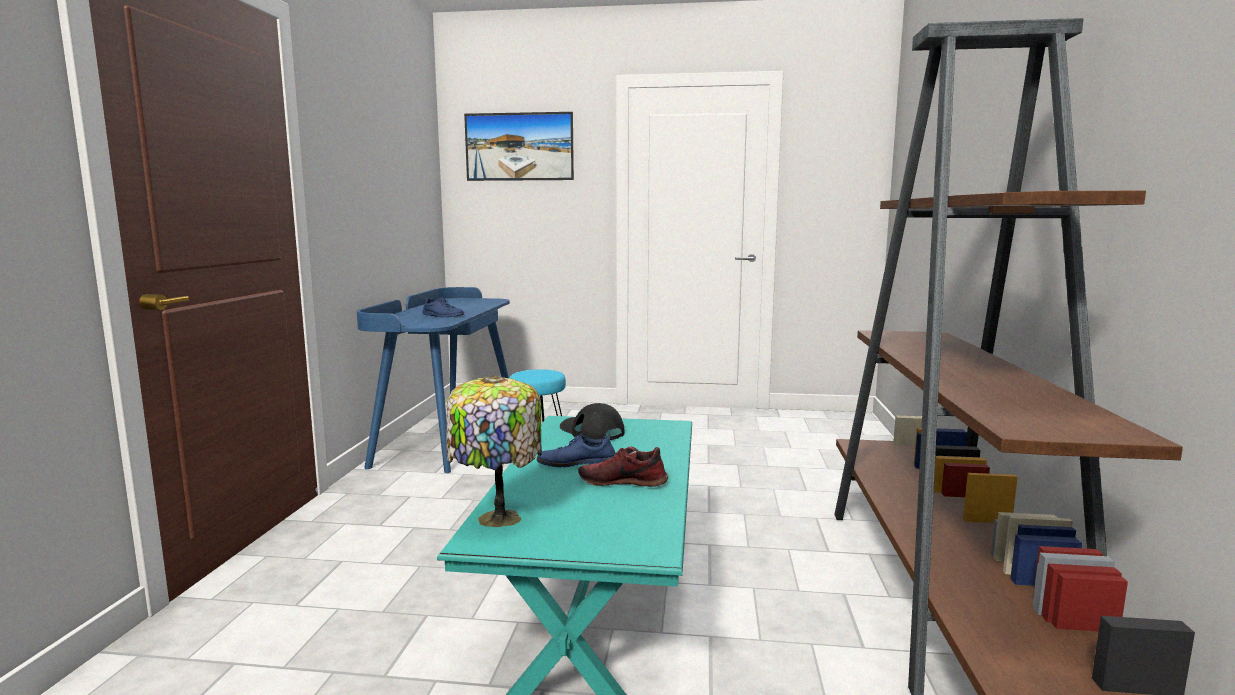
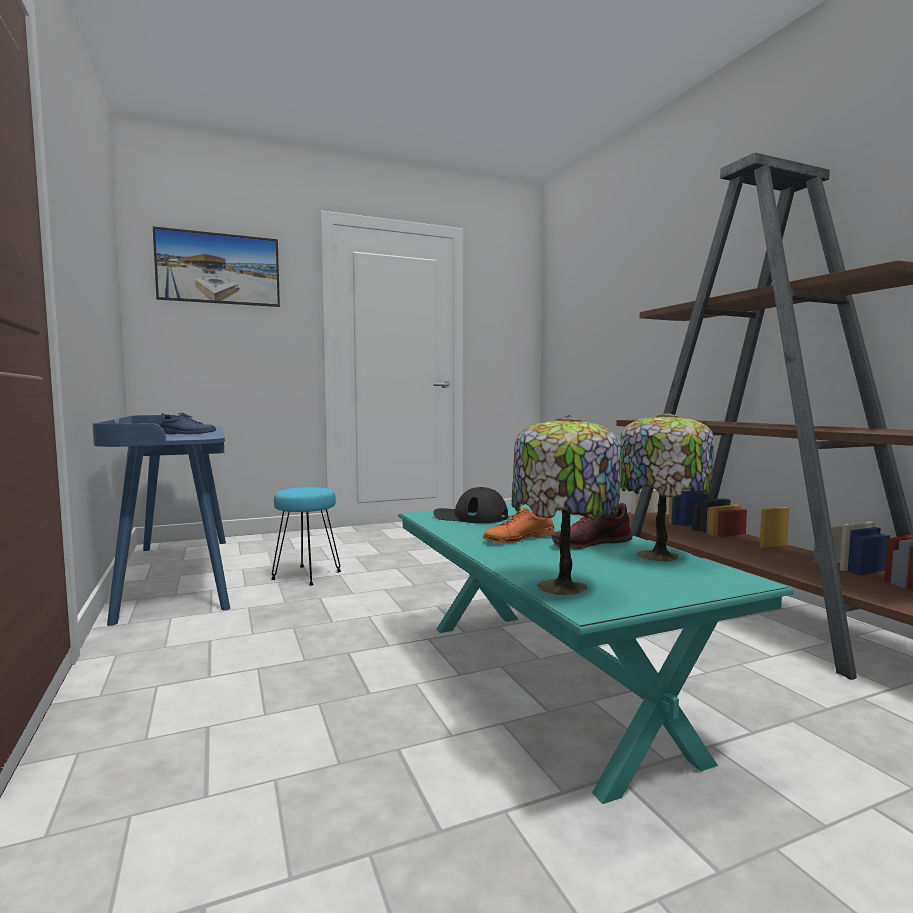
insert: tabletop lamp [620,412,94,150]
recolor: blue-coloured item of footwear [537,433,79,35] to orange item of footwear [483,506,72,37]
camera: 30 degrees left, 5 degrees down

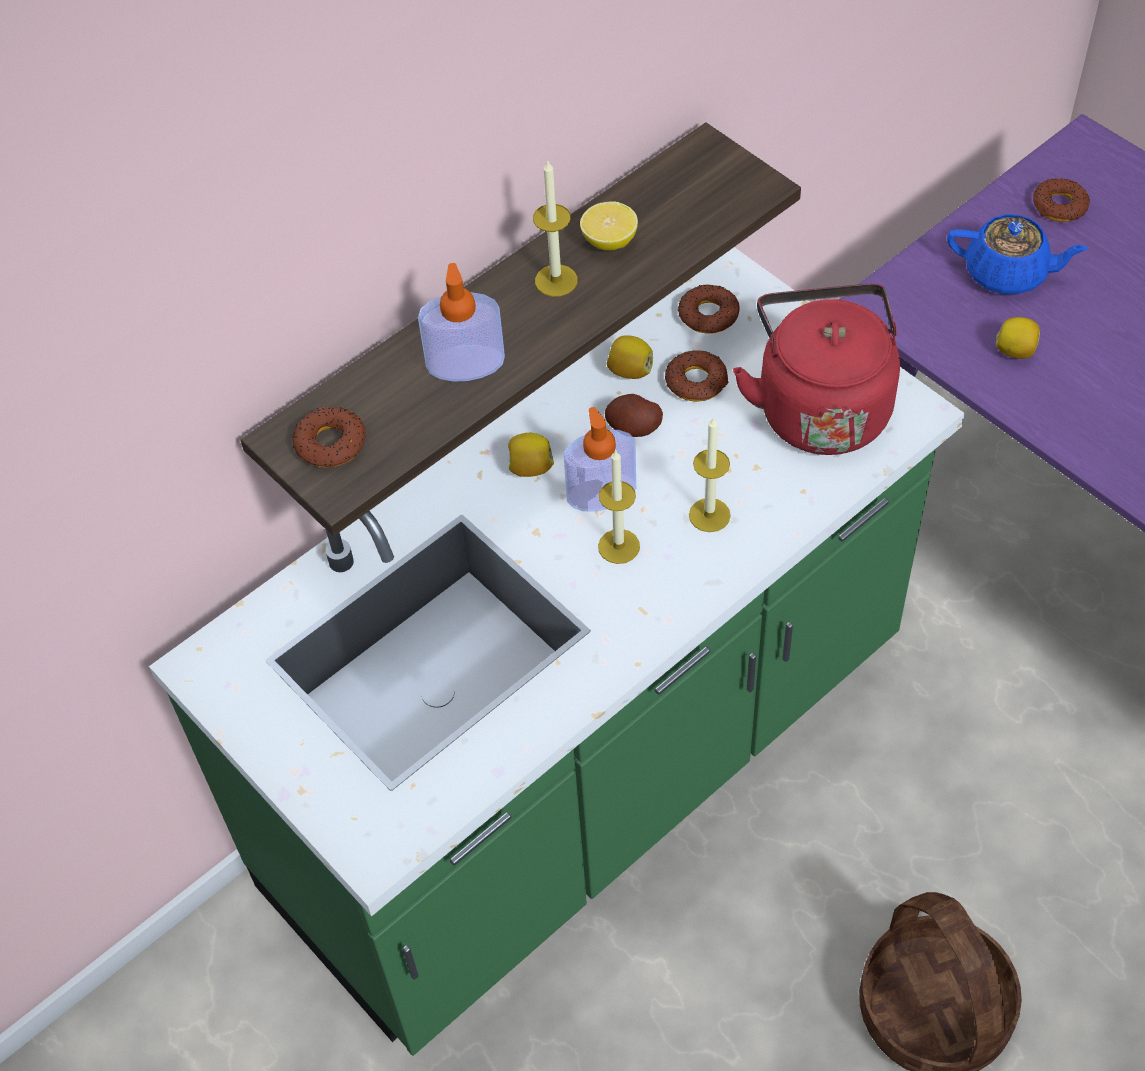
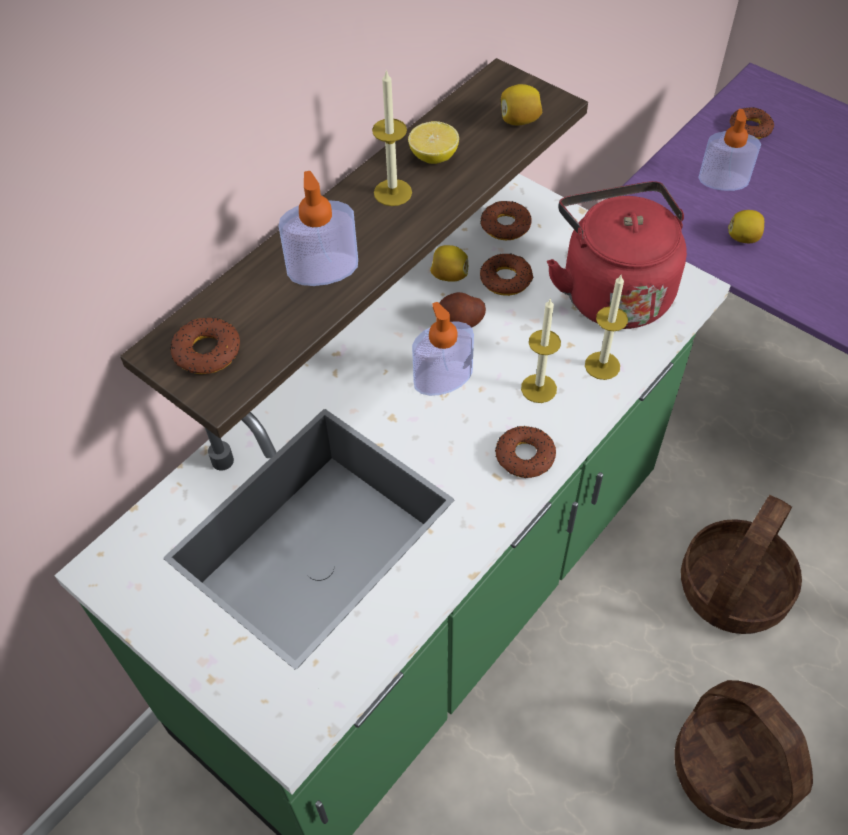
insert: donut [495,426,61,52]; basket [681,495,121,139]
move: citrus fruit [508,433,46,44] to [501,84,42,41]; wax candle [598,450,42,114] to [585,275,43,105]
replace: blue-coloured tea pot [947,214,141,80] to soap bottle [698,109,63,82]
camera: 10 degrees left, 0 degrees up

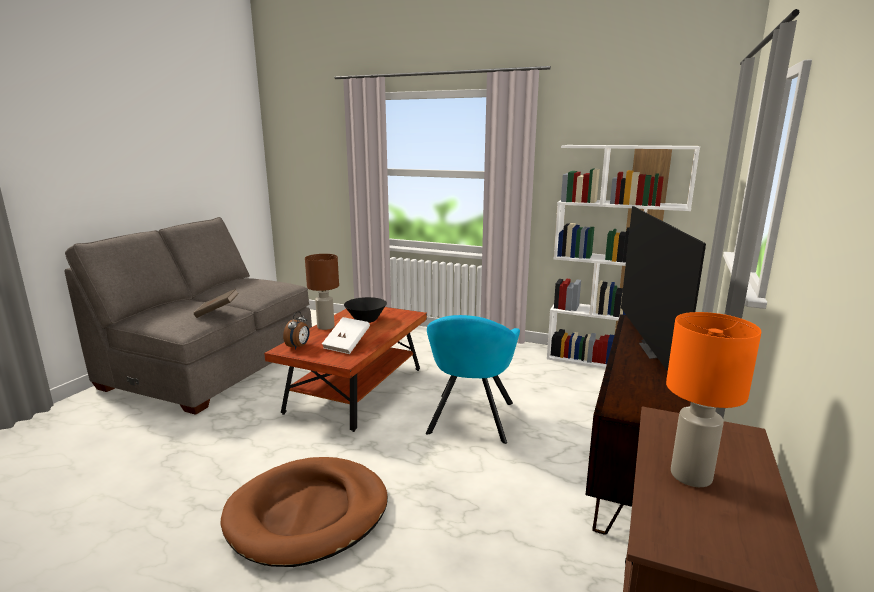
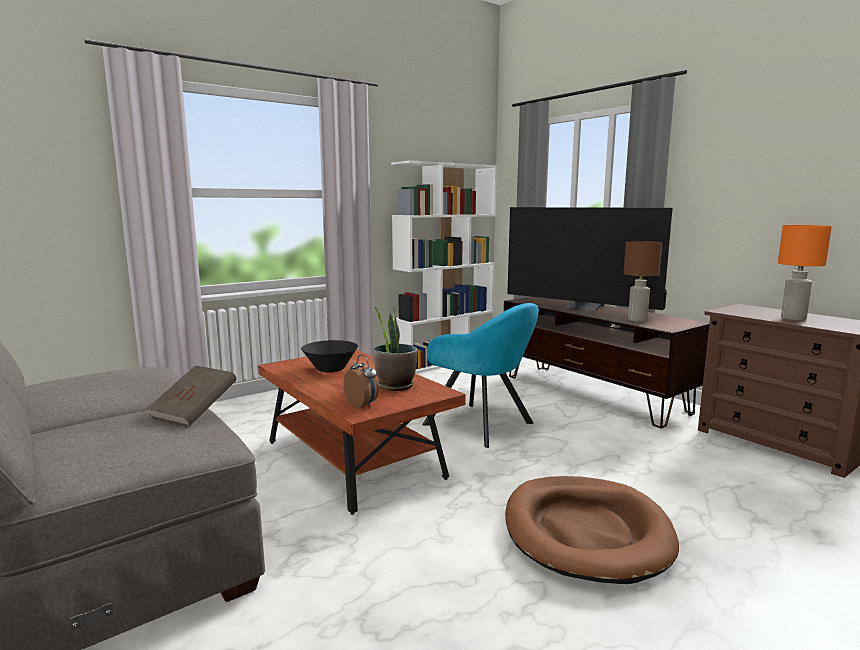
move: brown tabletop lamp [305,254,34,76] to [623,241,39,81]
replace: white volume [322,317,48,37] to houseplant [373,307,45,84]
camera: 60 degrees left, 5 degrees down

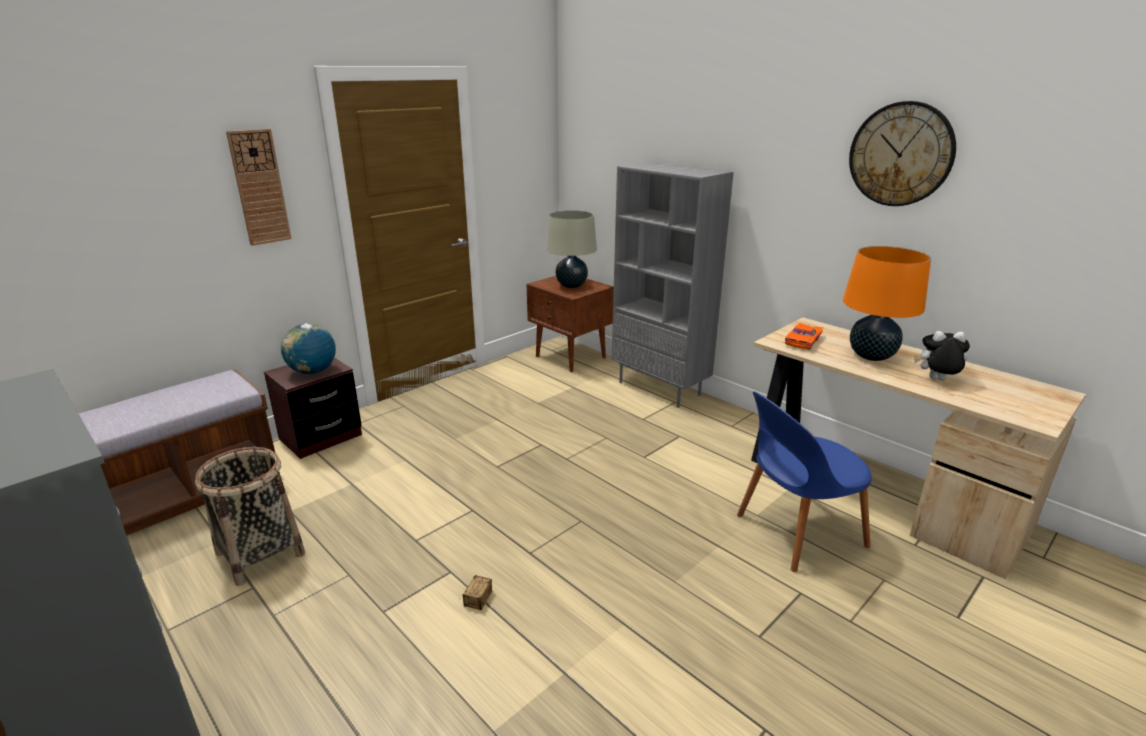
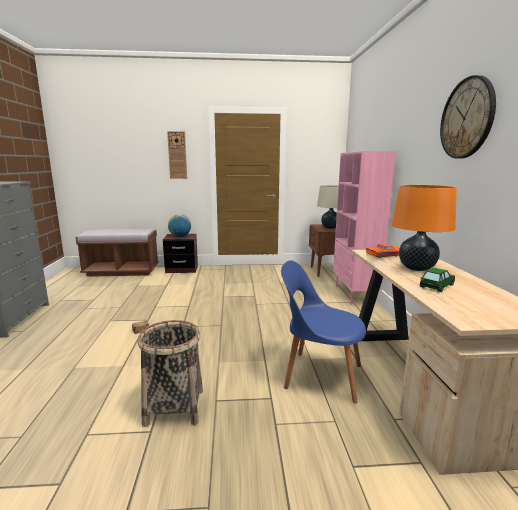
move: basket [195,447,110,139] to [138,320,65,107]
replace: soft toy [914,331,56,49] to miniature car [420,268,35,24]
recolor: greyish bookshelf [612,161,121,247] to pinkish bookshelf [333,151,63,154]
camera: 40 degrees right, 10 degrees down

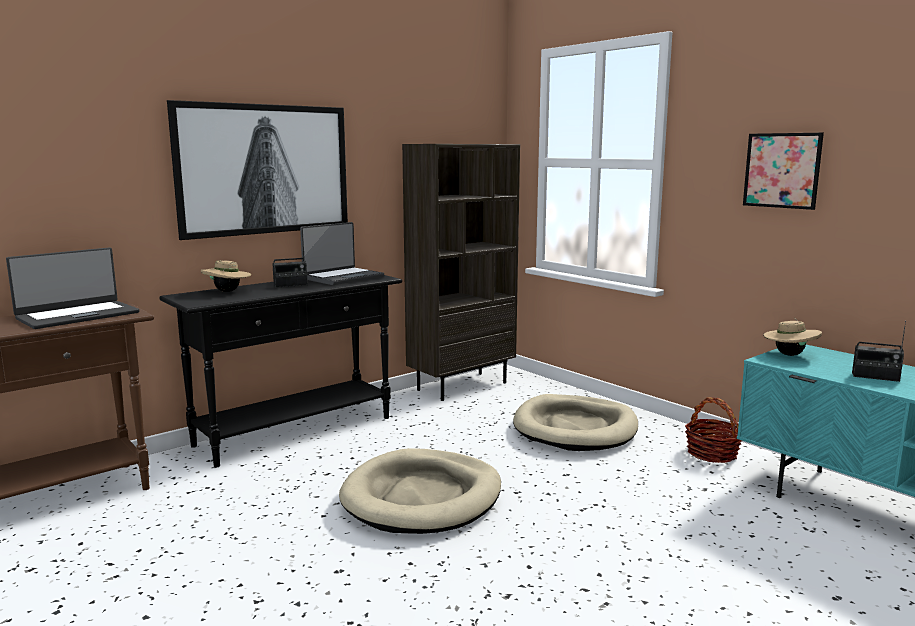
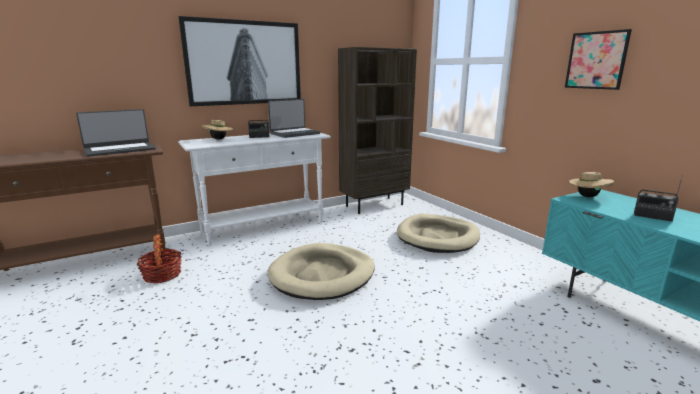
move: basket [685,397,57,66] to [137,234,45,49]
recolor: black-coloured narrow table [159,275,243,193] to white narrow table [178,133,153,113]
camera: 10 degrees right, 5 degrees up

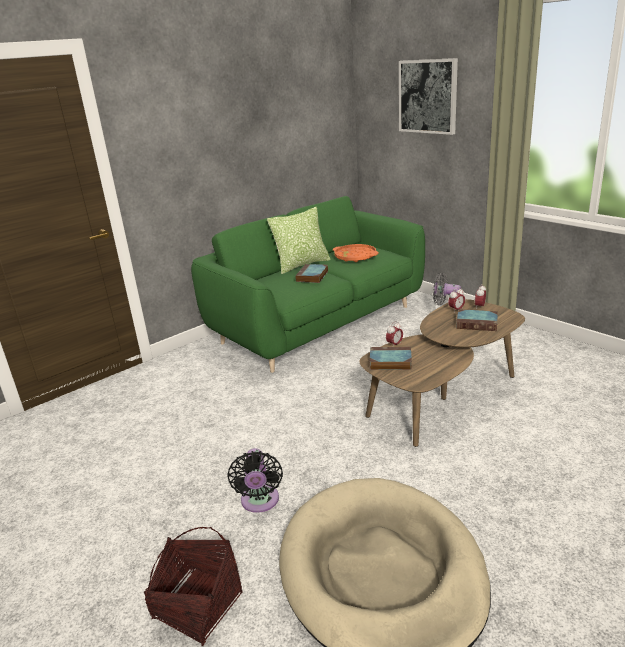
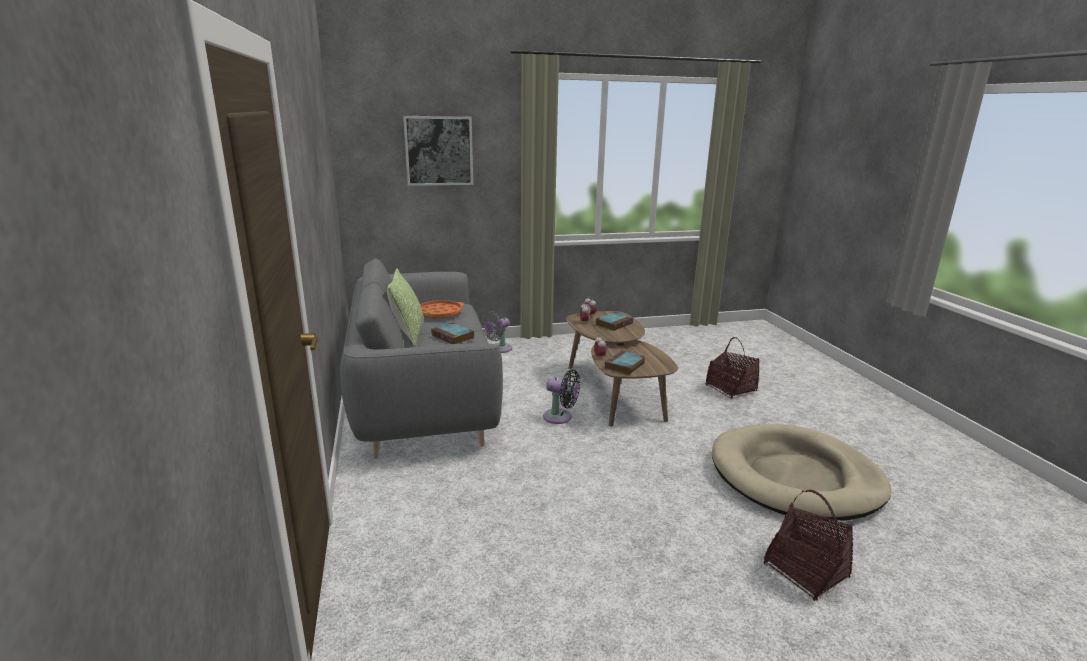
insert: basket [706,337,53,62]
move: black-coloured electric fan [227,448,56,65] to [543,370,37,54]
recolor: greenish couch [191,196,234,177] to greyish couch [340,258,163,201]
camera: 65 degrees left, 5 degrees down

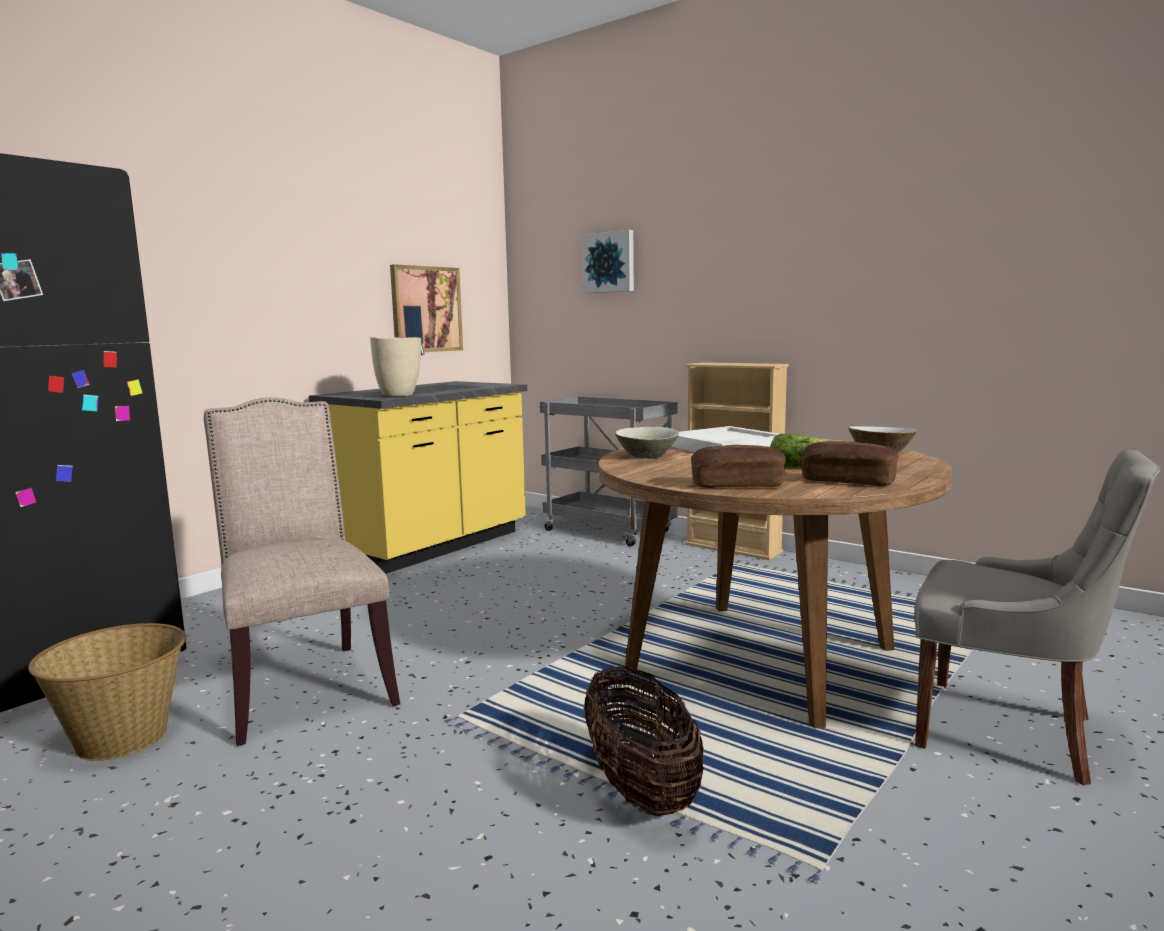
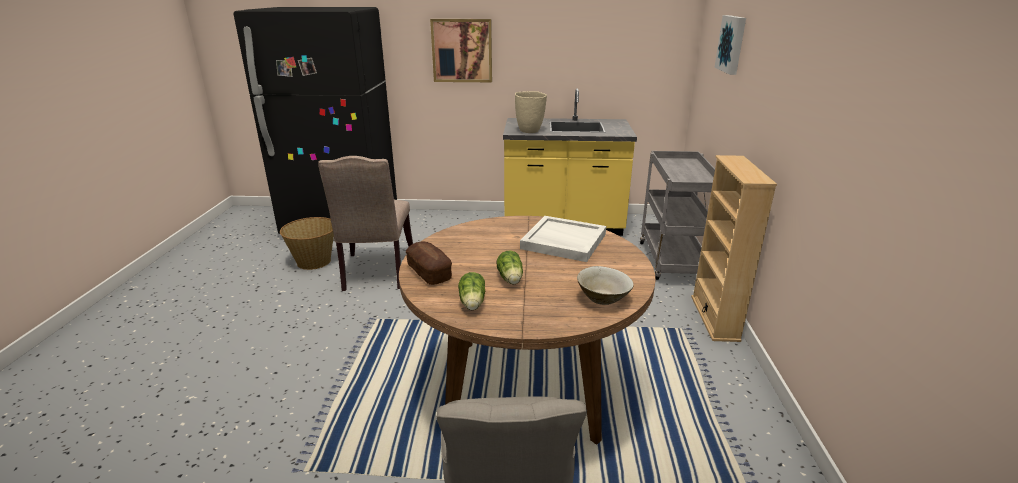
delete: beige deep dish [615,427,64,32]; basket [584,667,120,149]
move: wall art [390,264,73,88] to [430,19,62,63]
replace: baked bread [801,441,97,45] to lettuce [458,272,27,38]
rotate: beige chair [203,397,197,349] = [318,156,95,135] 150 degrees clockwise
camera: 55 degrees right, 15 degrees up

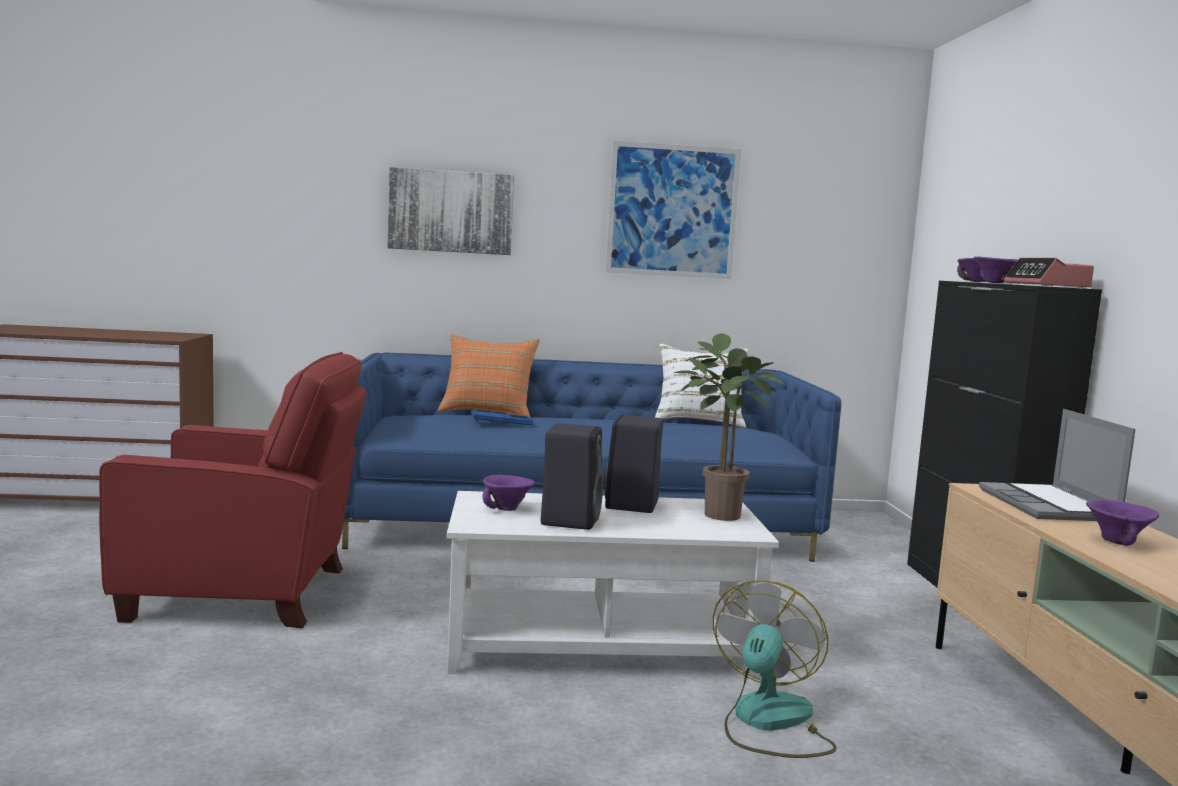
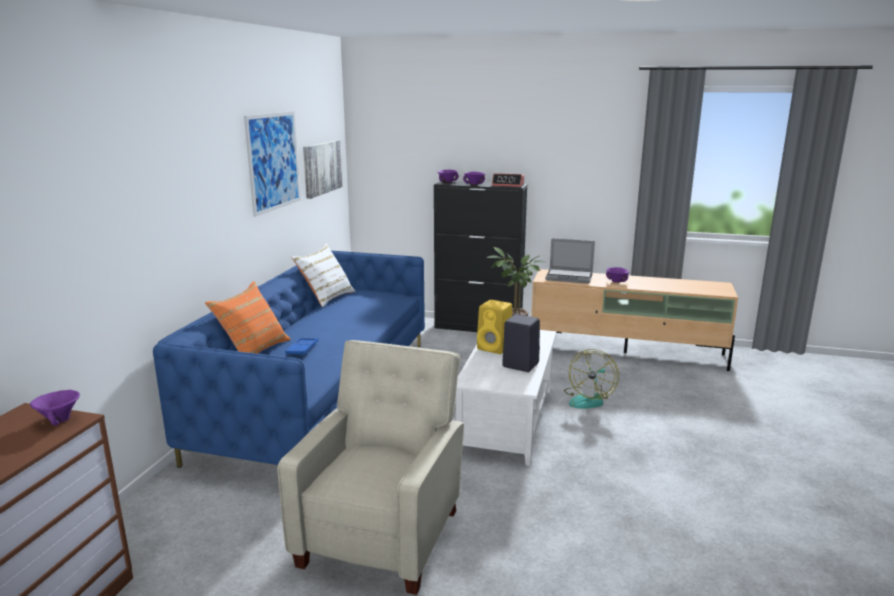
move: wall art [387,167,127,88] to [303,140,40,59]; purplish deep dish [482,475,53,36] to [30,390,50,36]
recolor: reddish lounge chair [99,352,268,276] to beige lounge chair [278,340,186,255]; black-coloured audio speaker [605,415,58,98] to yellowish audio speaker [477,300,35,54]
rotate: electric fan [713,580,124,178] = [564,349,55,60] 105 degrees counterclockwise
camera: 70 degrees left, 10 degrees up

